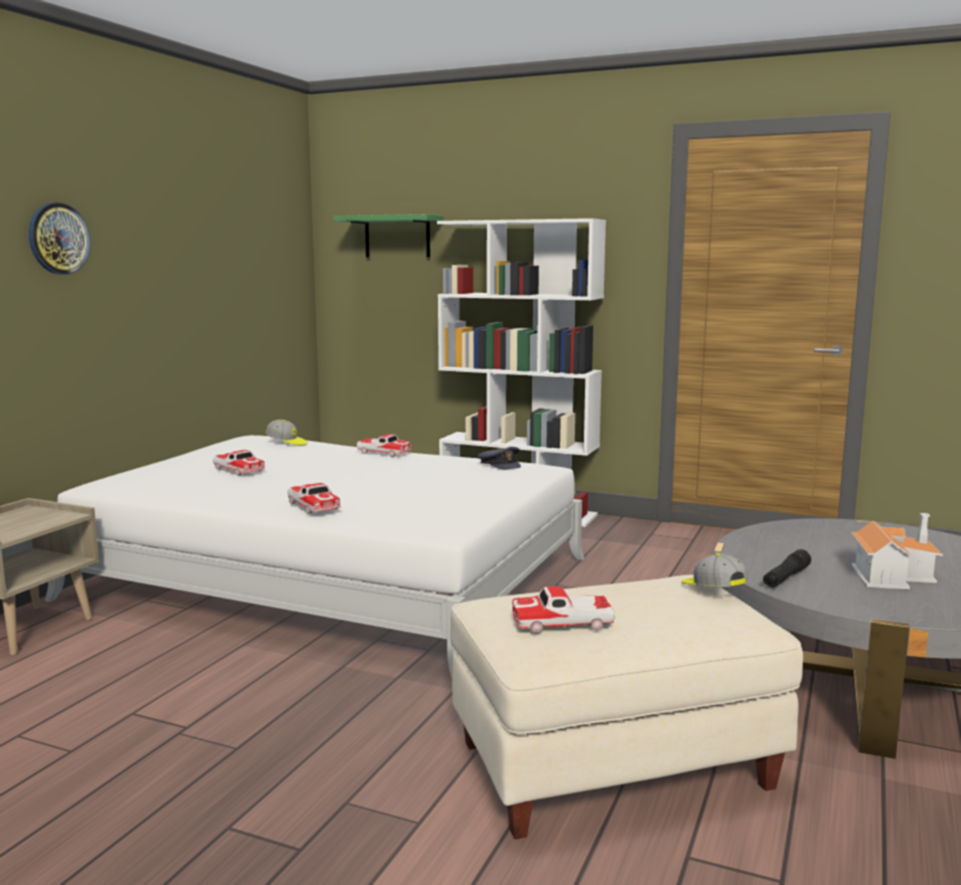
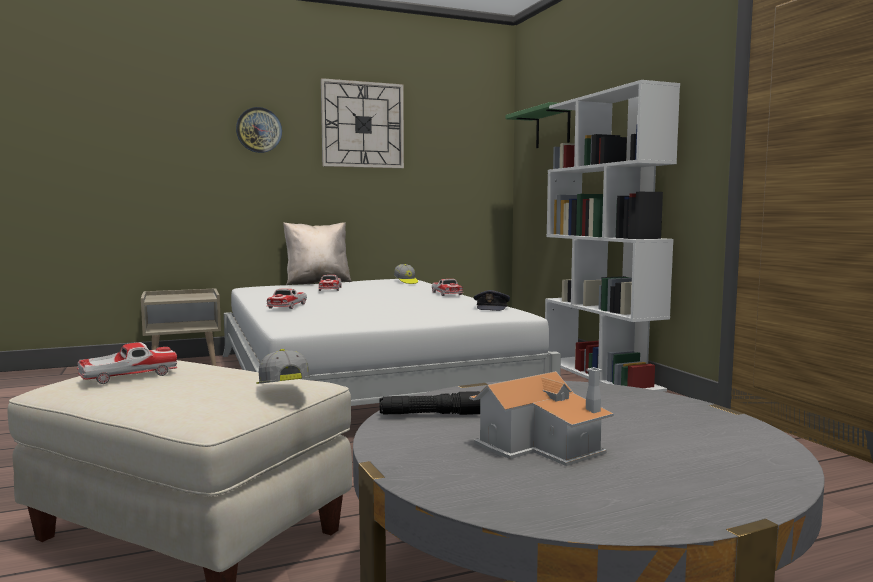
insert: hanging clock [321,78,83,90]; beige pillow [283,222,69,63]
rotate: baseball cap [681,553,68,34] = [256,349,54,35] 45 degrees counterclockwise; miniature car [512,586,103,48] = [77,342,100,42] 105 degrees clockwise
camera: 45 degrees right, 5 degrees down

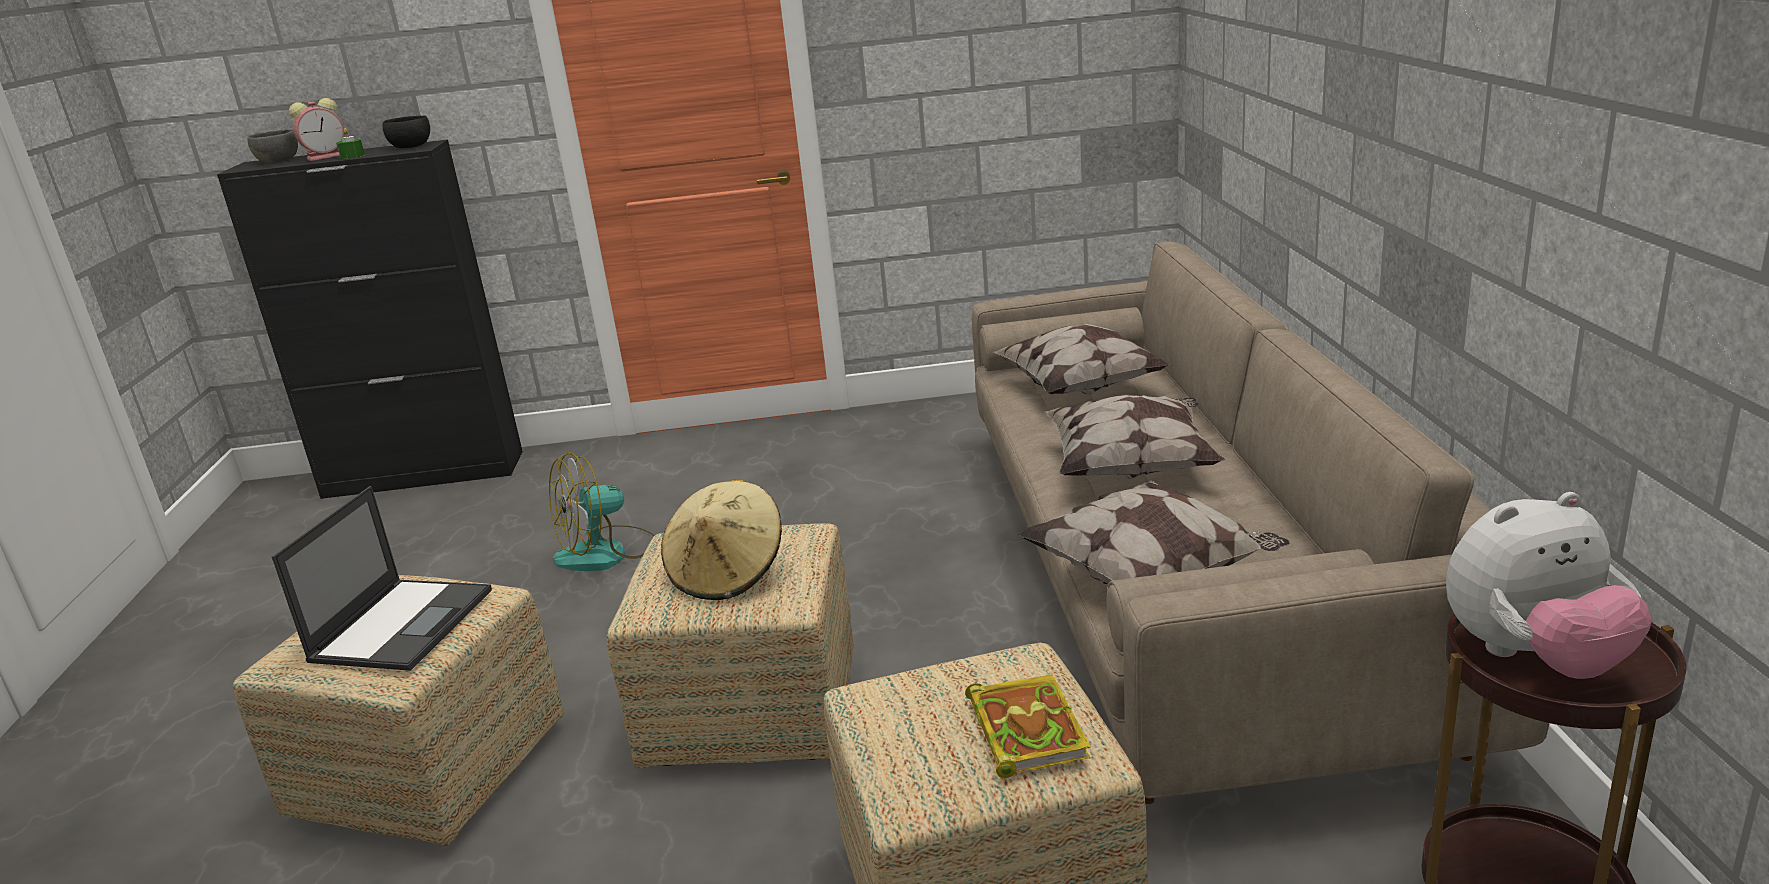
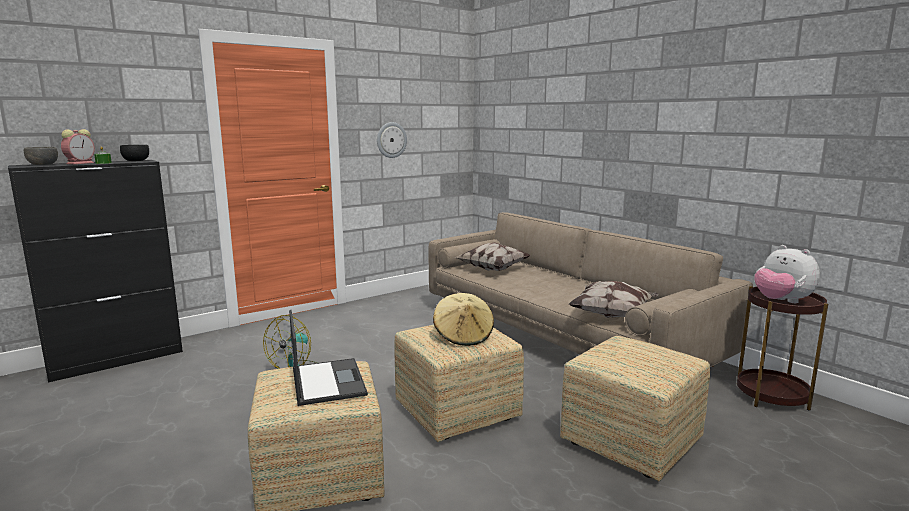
delete: pillow [1044,395,181,84]; volume [965,674,126,104]
insert: hanging clock [377,122,30,36]
rotate: soft toy [1446,492,206,187] = [754,245,66,58] 105 degrees clockwise
camera: 35 degrees left, 10 degrees down

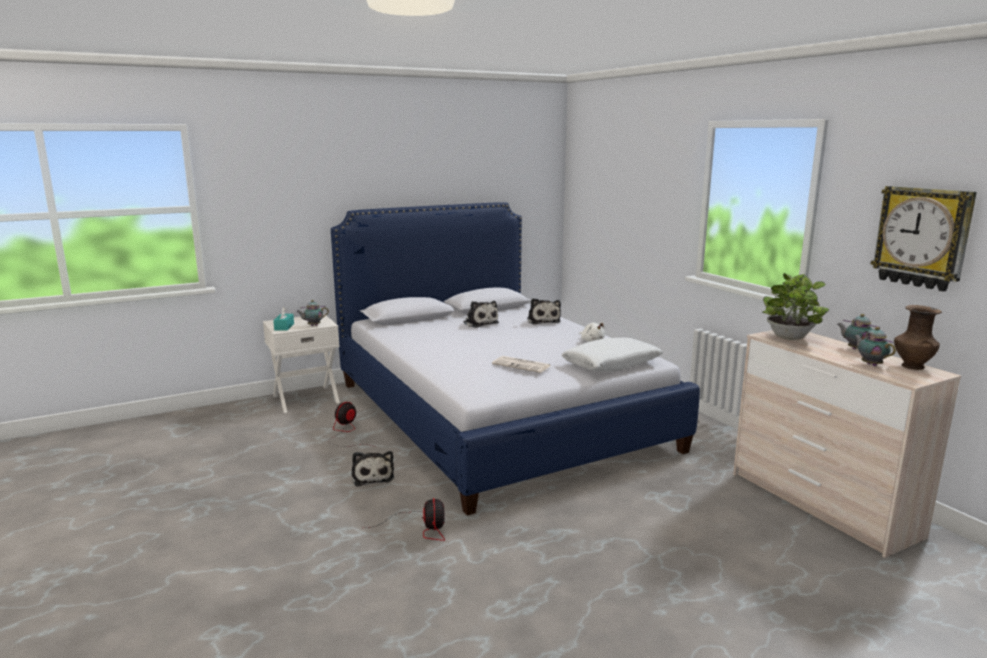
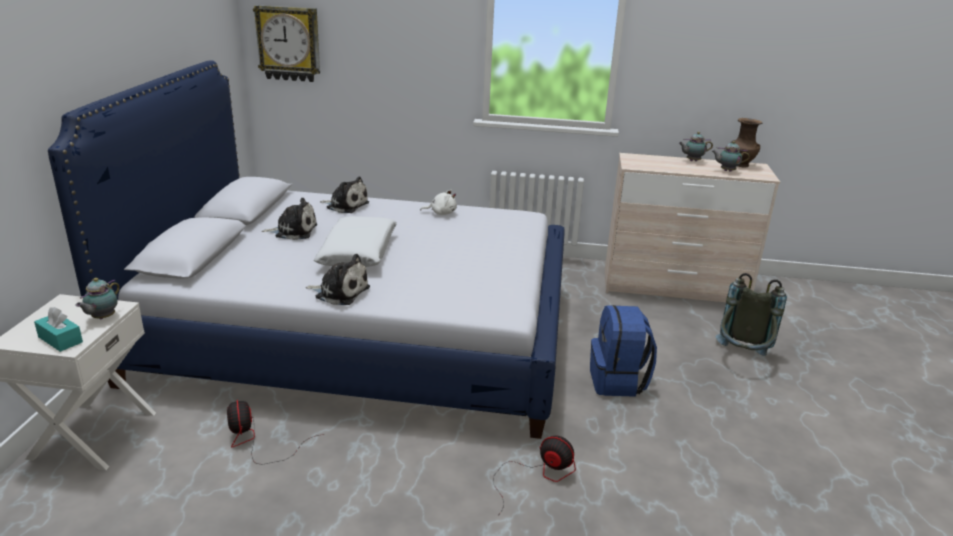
delete: houseplant [762,273,67,67]; printed paper [492,356,58,17]
insert: greyish backpack [716,273,71,83]; blue-coloured backpack [590,305,67,92]
move: hanging clock [871,186,106,106] to [253,5,67,77]; white pillow [561,338,102,34] to [314,216,83,51]; soft toy [352,451,42,36] to [306,254,64,51]
camera: 55 degrees left, 10 degrees up

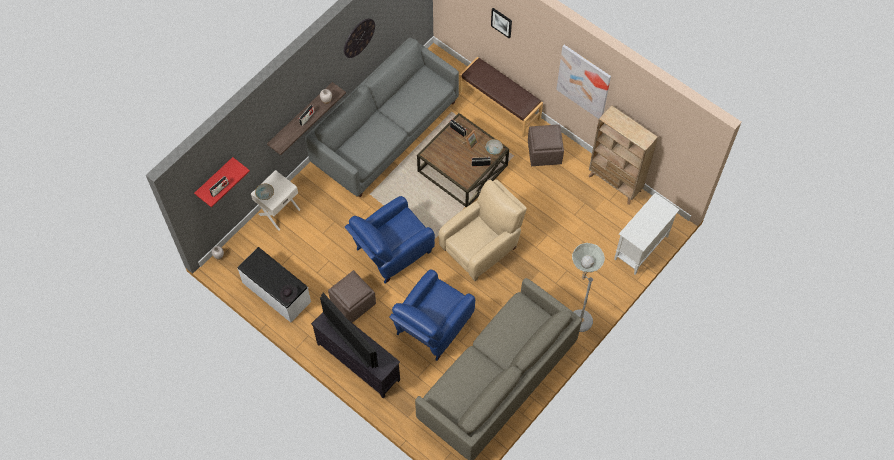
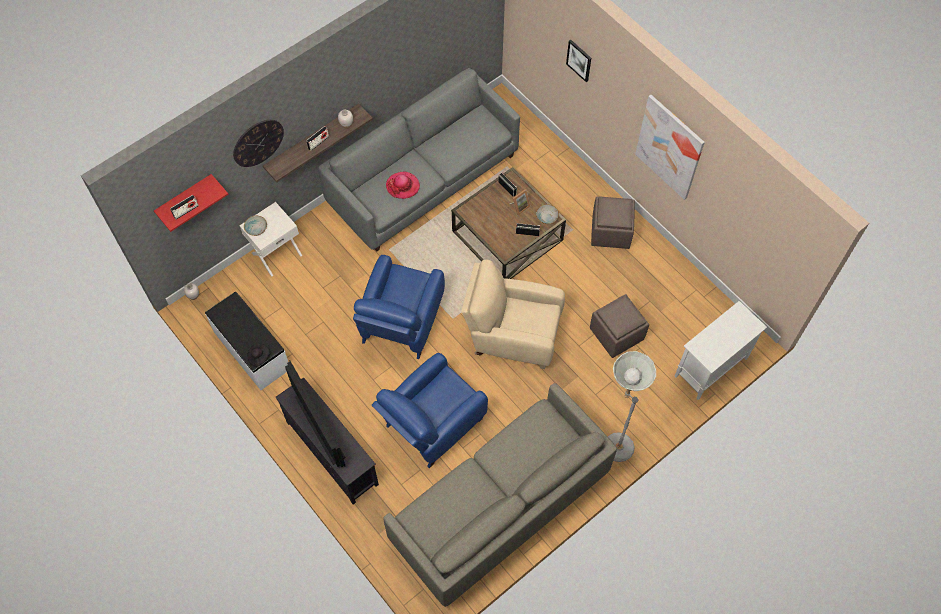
delete: brown long seat [459,57,84,81]; beige bookshelf [589,105,69,100]
insert: hat [386,172,34,27]
move: hanging clock [344,19,31,39] to [233,120,51,47]; brown pouffe [328,270,48,53] to [590,294,59,64]
rotate: beige lounge chair [439,179,88,102] = [461,260,104,109] 135 degrees counterclockwise; blue-coloured lounge chair [345,196,90,87] = [353,255,92,104] 45 degrees counterclockwise
camera: 10 degrees right, 0 degrees up

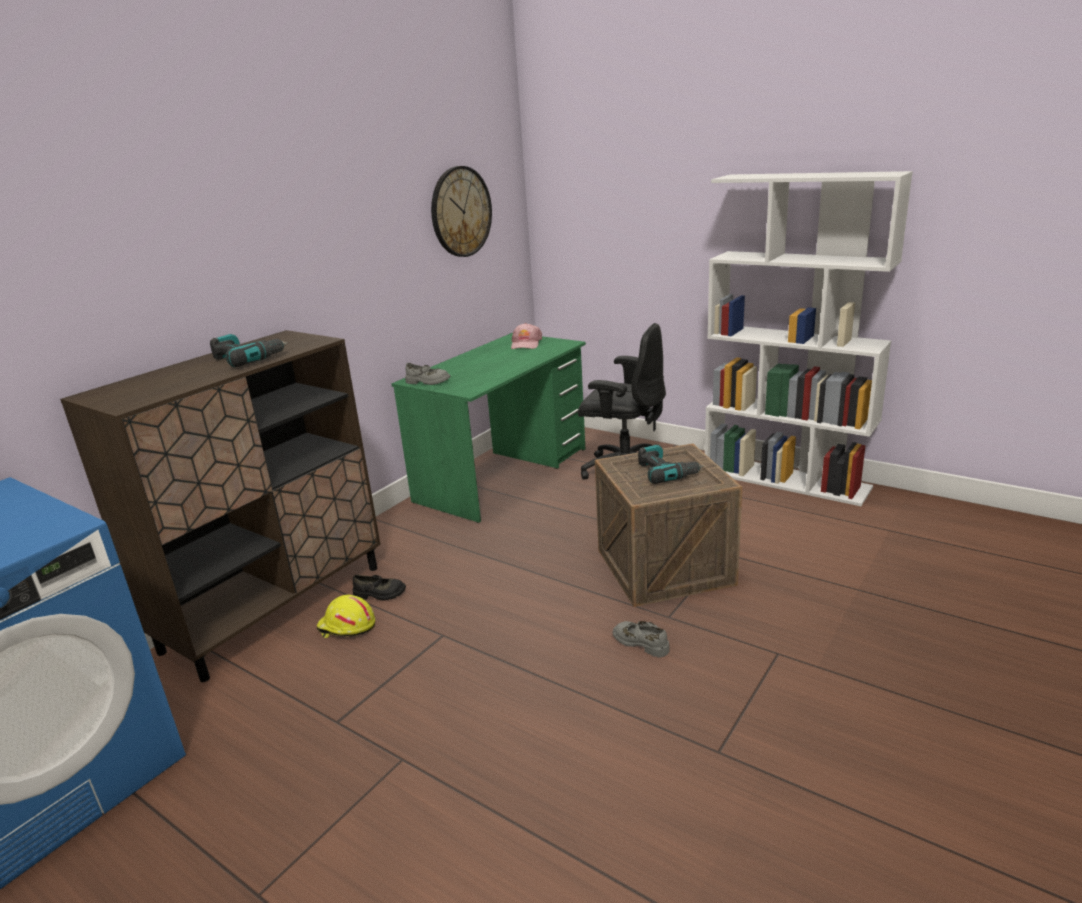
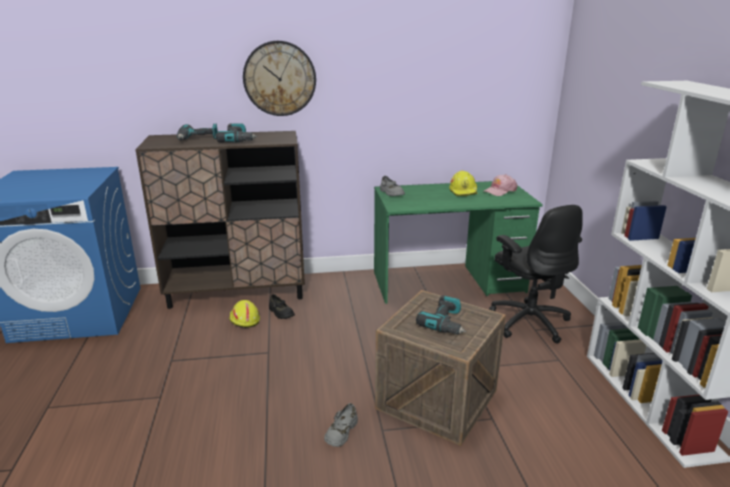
insert: power drill [177,124,41,16]; yellowish hard hat [449,171,29,25]
move: hanging clock [431,166,61,91] to [243,41,73,75]
rotate: greyish item of footwear [613,621,56,37] = [324,403,34,44] 150 degrees counterclockwise
camera: 45 degrees right, 0 degrees up

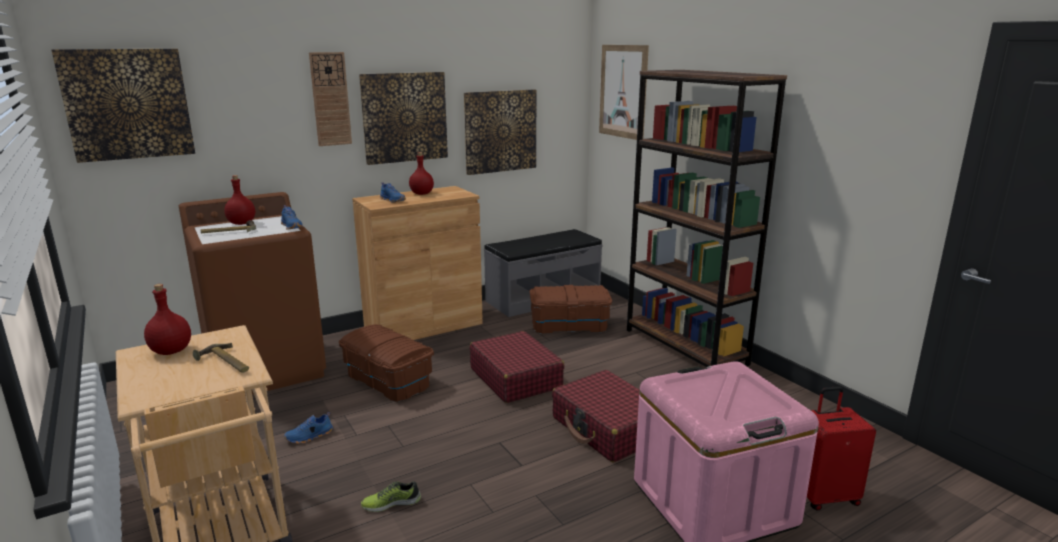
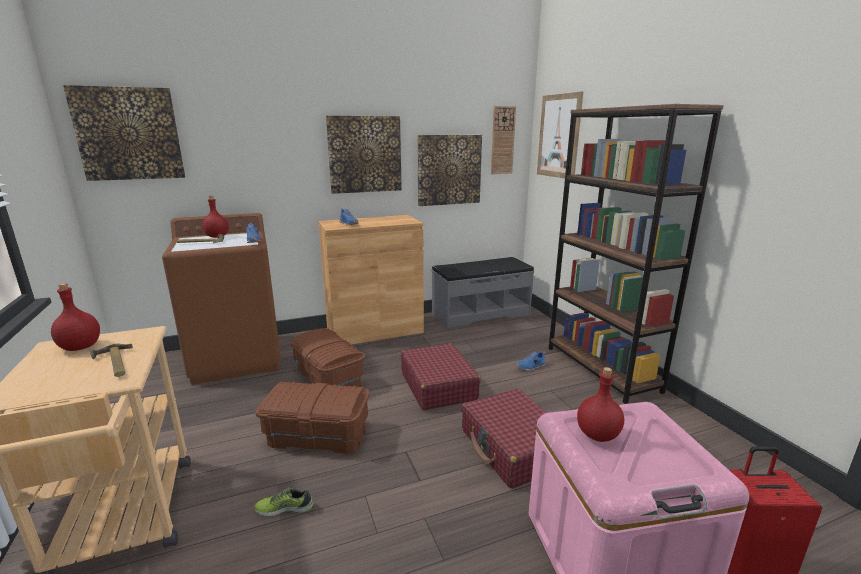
move: hanging clock [309,52,43,94] to [491,106,25,68]; reddish beverage bottle [409,152,25,43] to [577,367,47,75]; brown storage container [529,285,83,49] to [256,382,114,72]; blue-coloured item of footwear [284,412,49,32] to [516,351,30,20]
camera: 10 degrees right, 0 degrees up

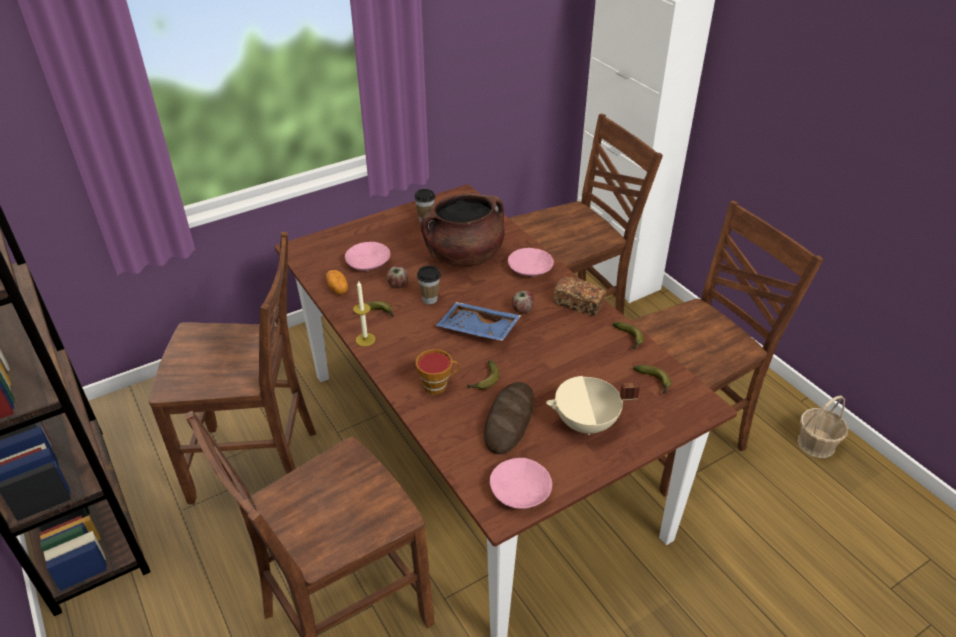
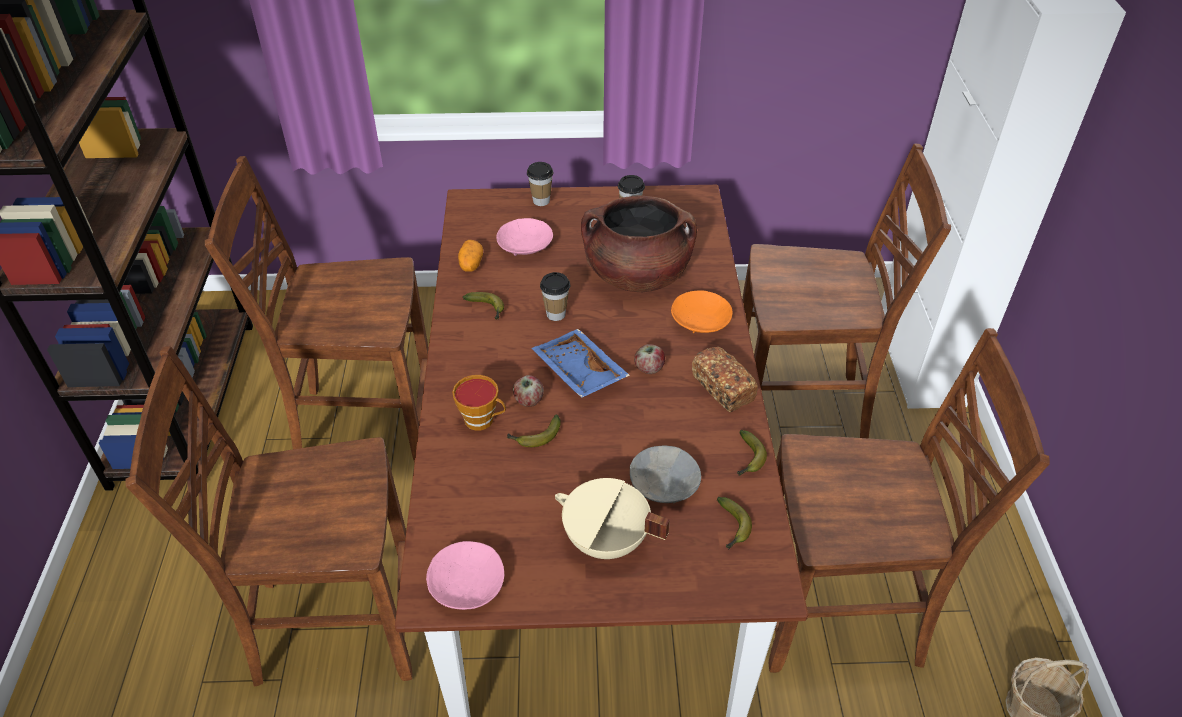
delete: wax candle [353,280,23,66]; baked bread [484,382,51,72]
insert: cup [527,162,26,44]; greyish deep dish [630,446,71,57]
move: apple [386,266,22,22] to [513,375,31,32]
recolor: pinkish deep dish [508,248,46,30] to orange deep dish [671,290,62,43]
rotate: brown chair [149,232,167,272] = [205,156,224,307] 150 degrees clockwise
camera: 30 degrees right, 5 degrees up

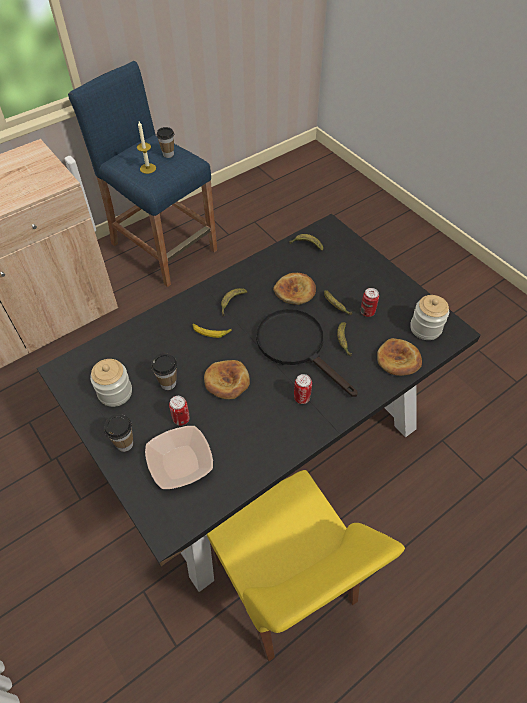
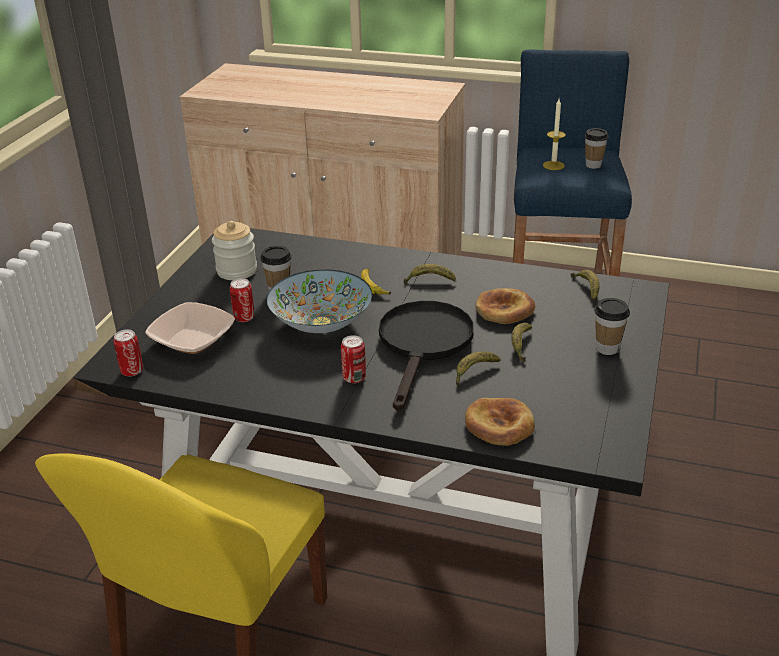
delete: storage jar [410,295,39,45]
move: sealed can [361,288,18,29] to [113,329,30,47]; cup [104,414,29,38] to [594,298,36,57]
replace: baked bread [204,360,46,39] to deep dish [267,269,105,64]
camera: 55 degrees right, 20 degrees down

